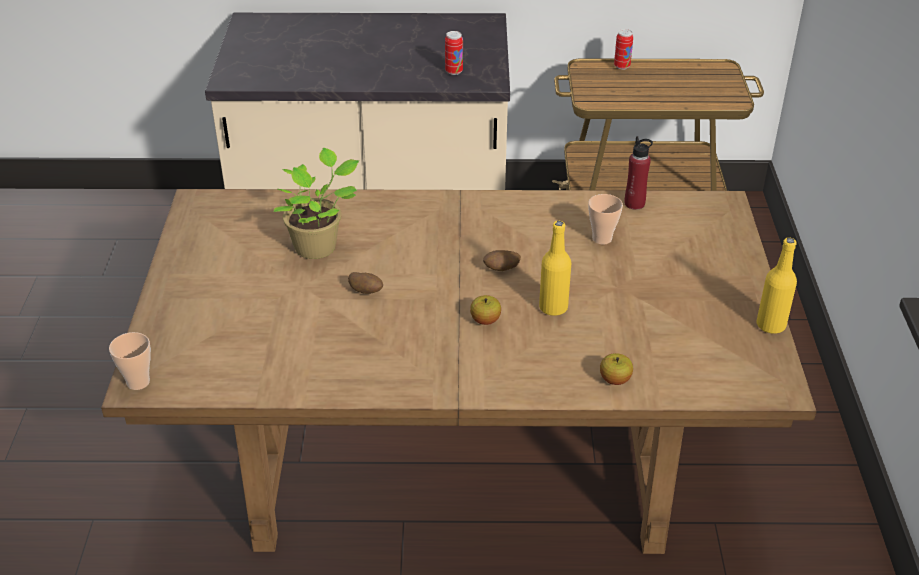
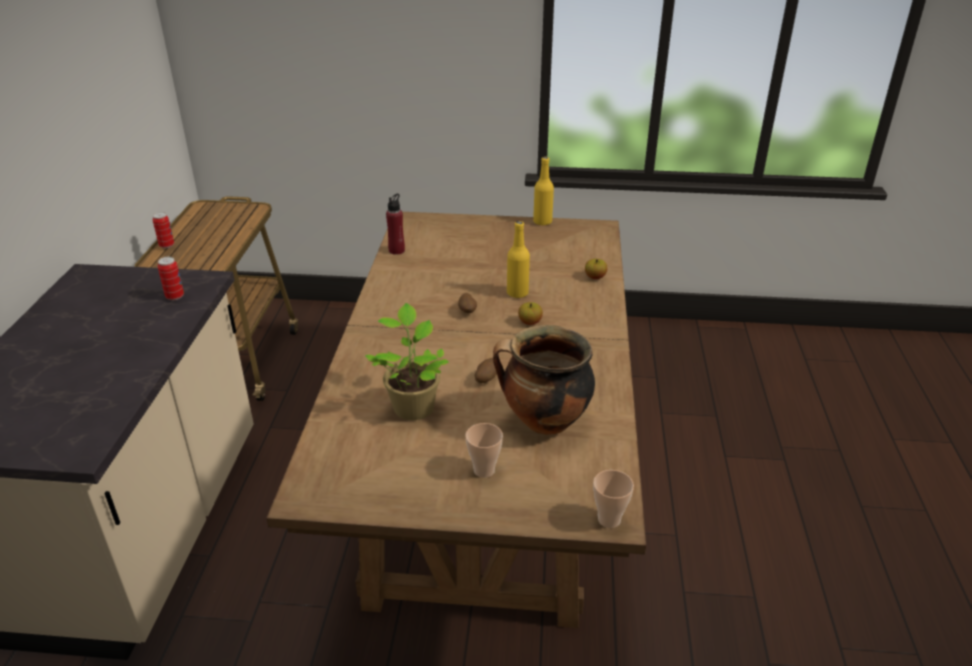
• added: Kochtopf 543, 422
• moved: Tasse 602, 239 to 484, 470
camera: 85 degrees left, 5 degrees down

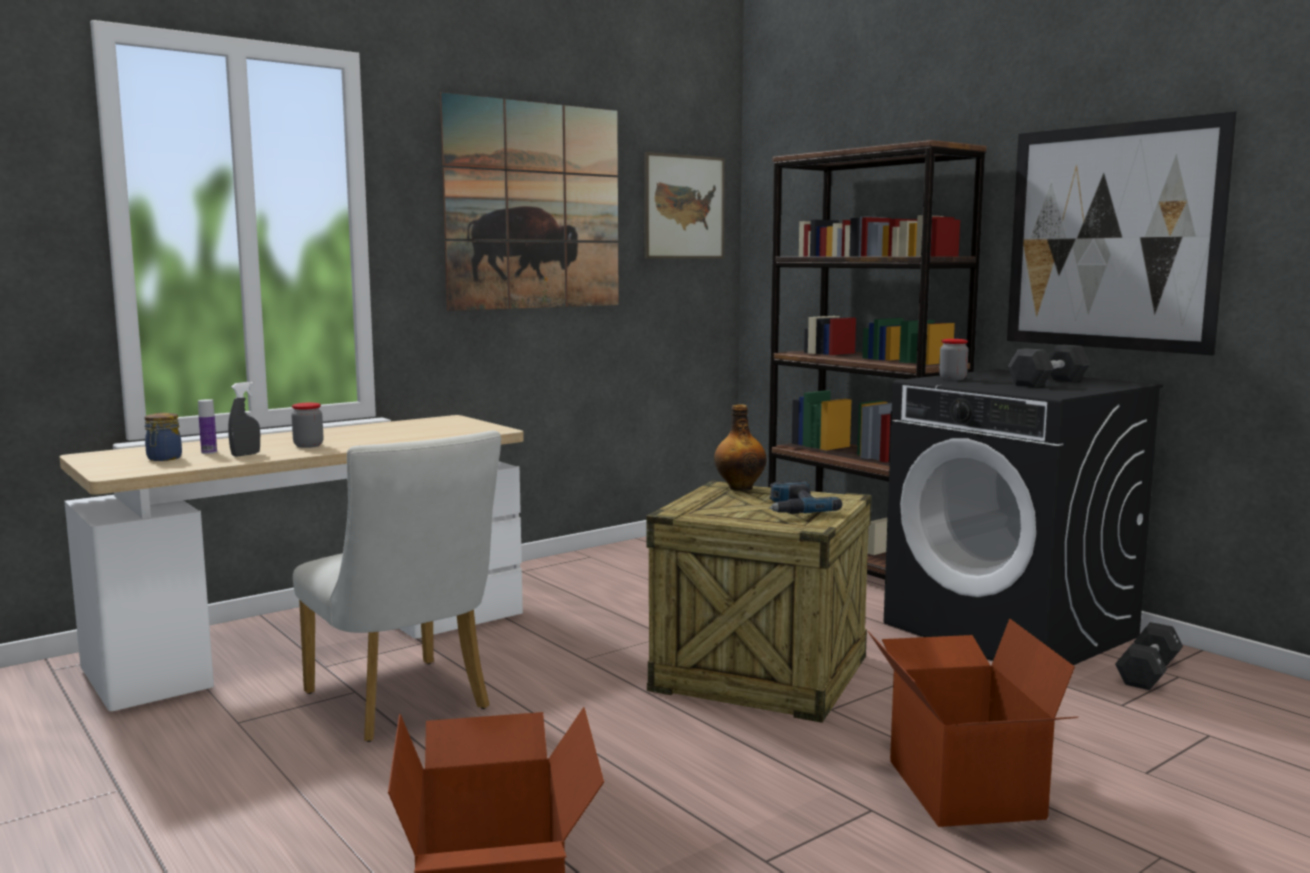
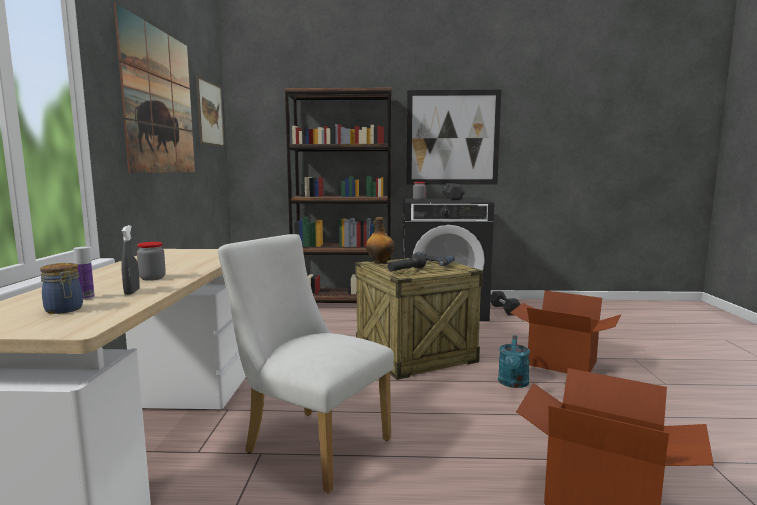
• added: Taschenlampe/schwarz 406, 270
• added: Gießkanne/türkis 513, 383
• turned: Stuhl/weiß 404, 705 = 309, 443 150 degrees counterclockwise
camera: 50 degrees left, 0 degrees up

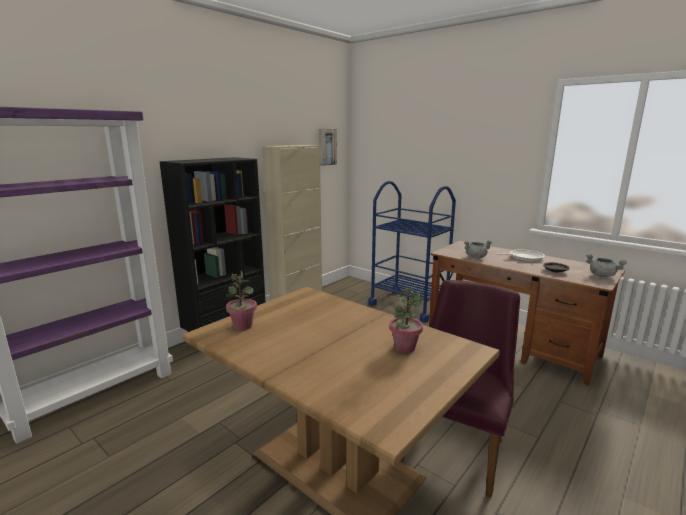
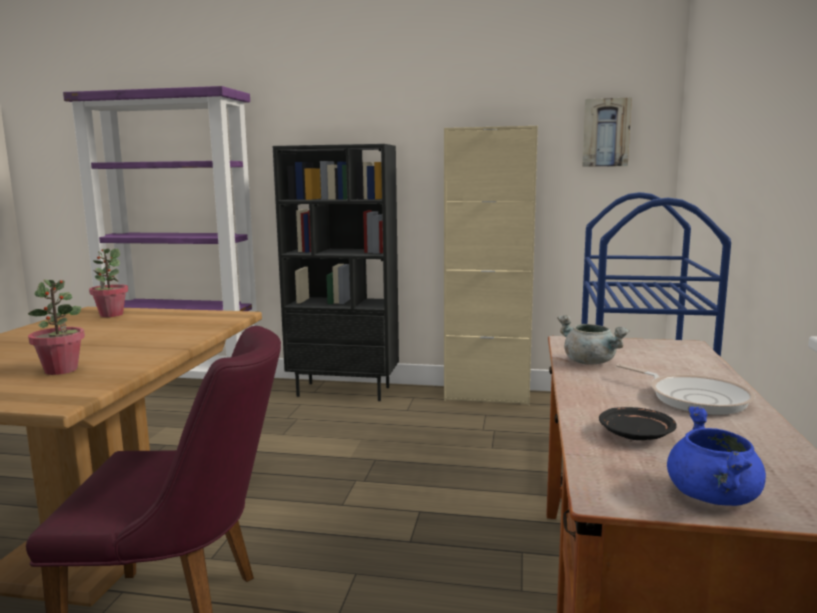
• recoloured: Kochtopf/grau 602, 276 to Kochtopf/blau 714, 498
camera: 60 degrees right, 5 degrees down

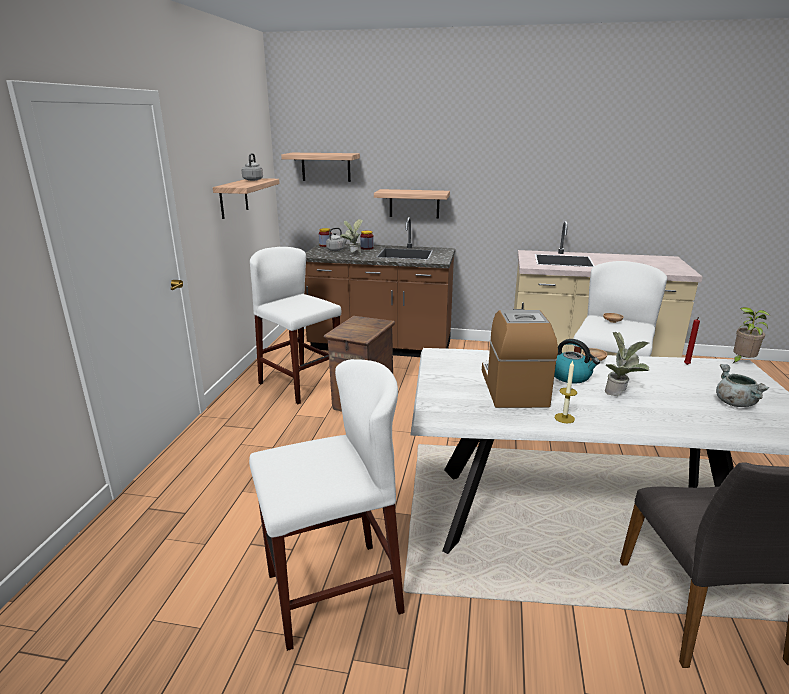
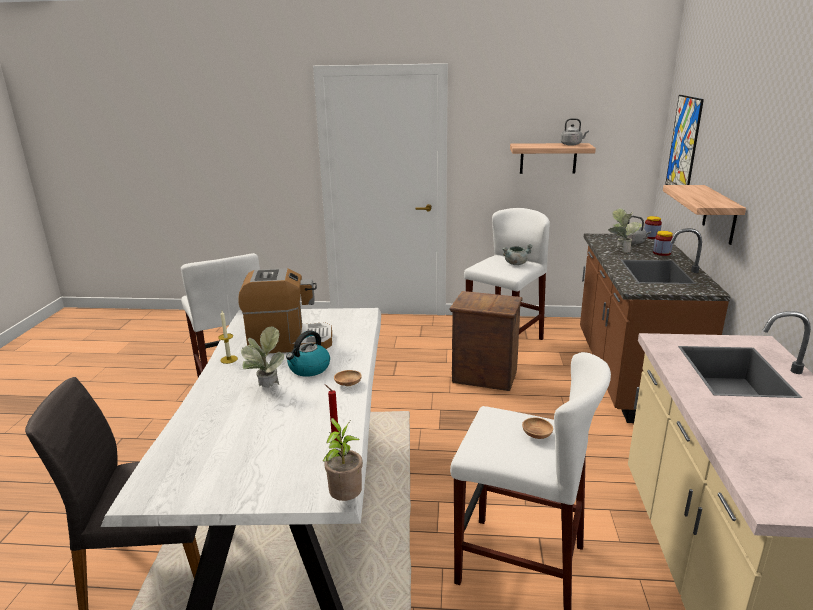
• moved: Kochtopf/grau 734, 403 to 516, 263
• replaced: Wandregal 326, 167 to Bild 683, 145
camera: 85 degrees right, 0 degrees up

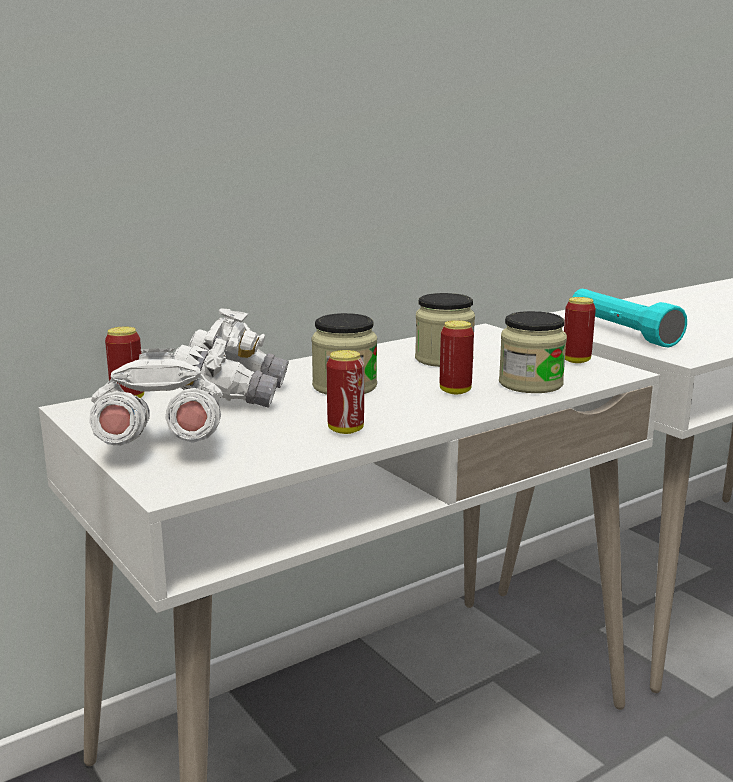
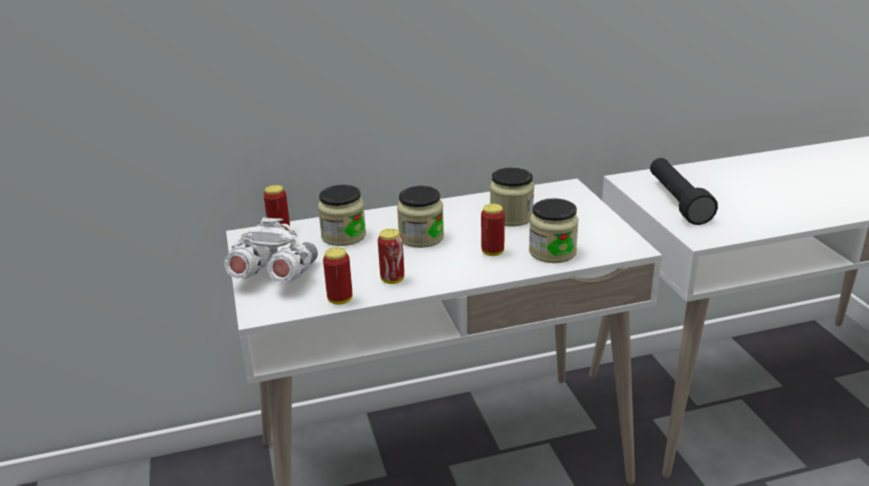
• moved: Dose 576, 360 to 340, 300
• replaced: Fernglas/weiß 231, 395 to Vorratsglas 343, 236
• recoloured: Taschenlampe/türkis 621, 332 to Taschenlampe/schwarz 677, 201
camera: 20 degrees right, 10 degrees up

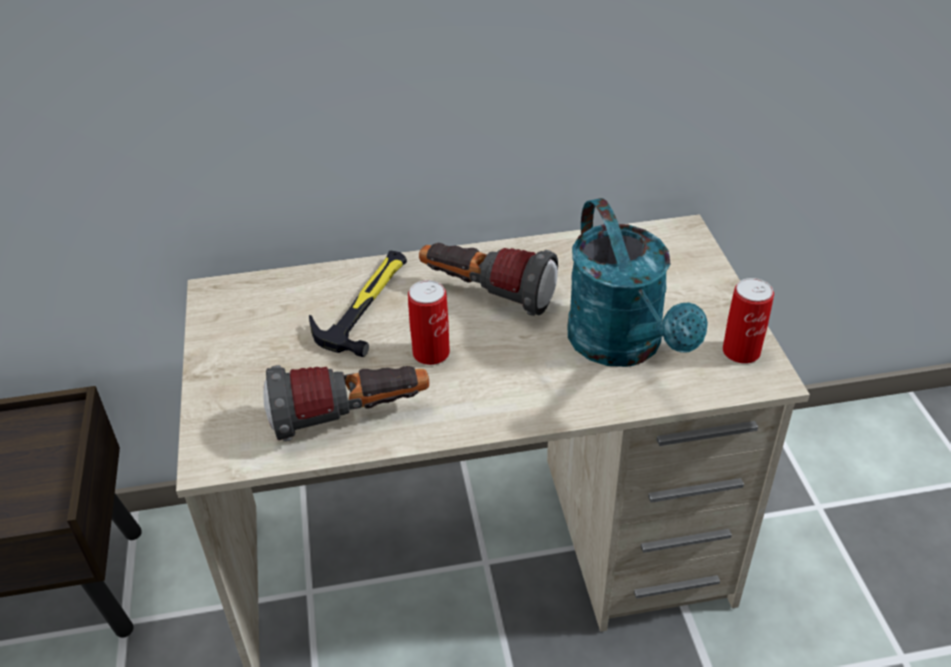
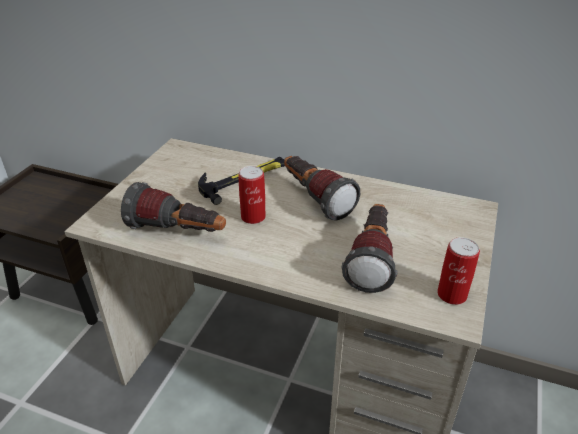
• replaced: Gießkanne/türkis 623, 347 to Taschenlampe 371, 259
camera: 30 degrees right, 5 degrees down

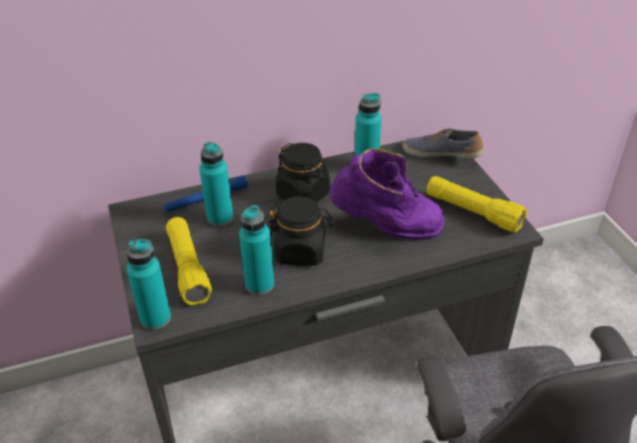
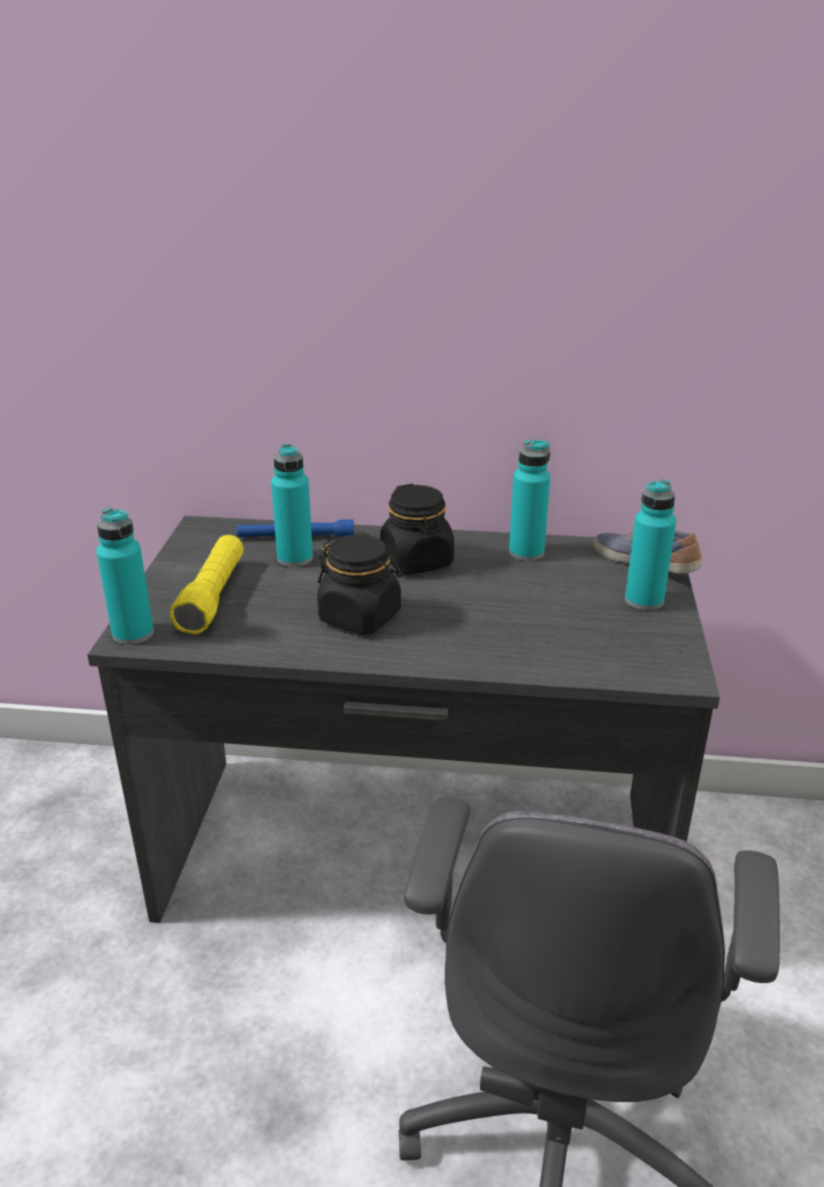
• removed: Stiefel/lila 386, 228
• removed: Taschenlampe/gelb 473, 212
• moved: Flasche/türkis 259, 284 to 644, 600
camera: 25 degrees right, 10 degrees down

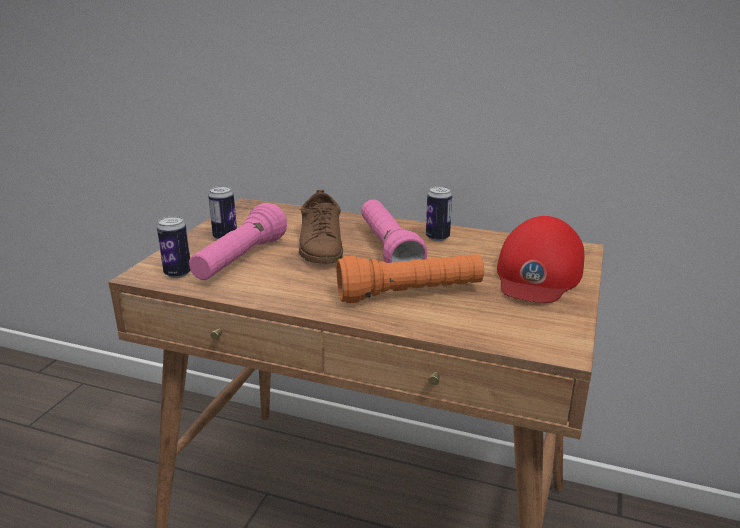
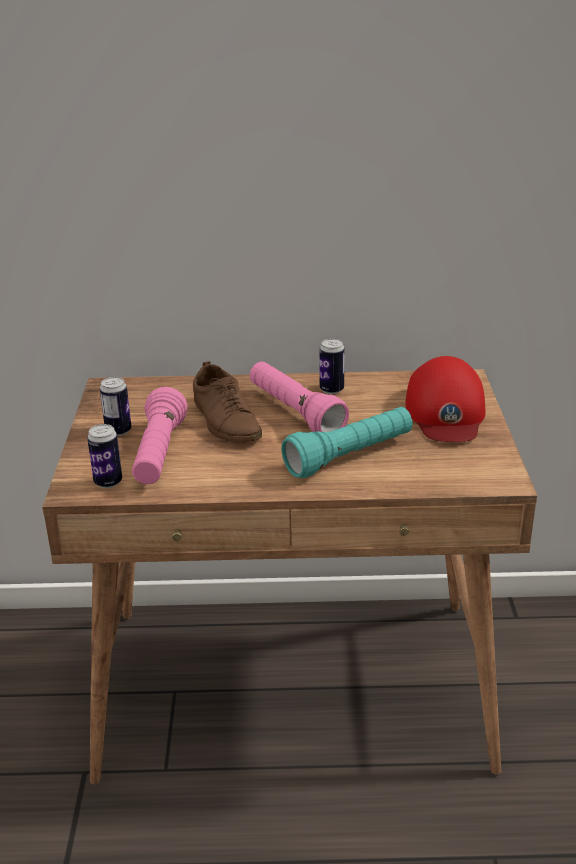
• recoloured: Taschenlampe/orange 410, 294 to Taschenlampe/türkis 349, 456
camera: 20 degrees left, 5 degrees up

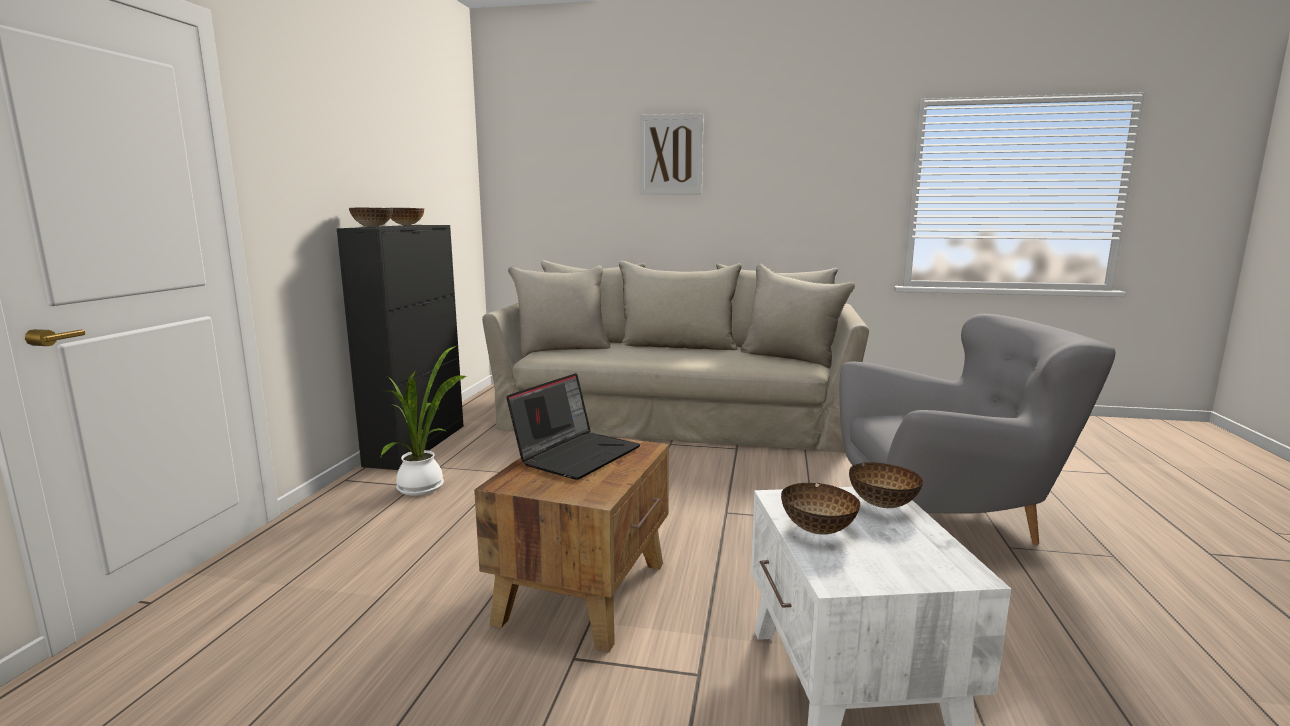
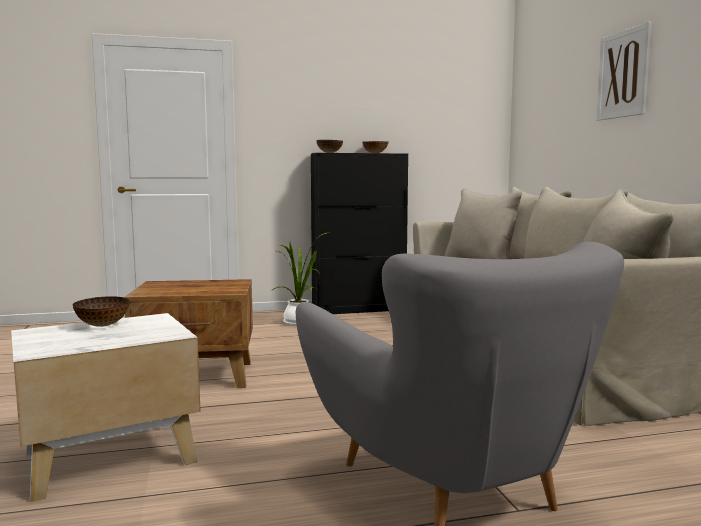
• removed: Laptop 577, 454
• removed: Schüssel 883, 505
camera: 65 degrees right, 5 degrees down

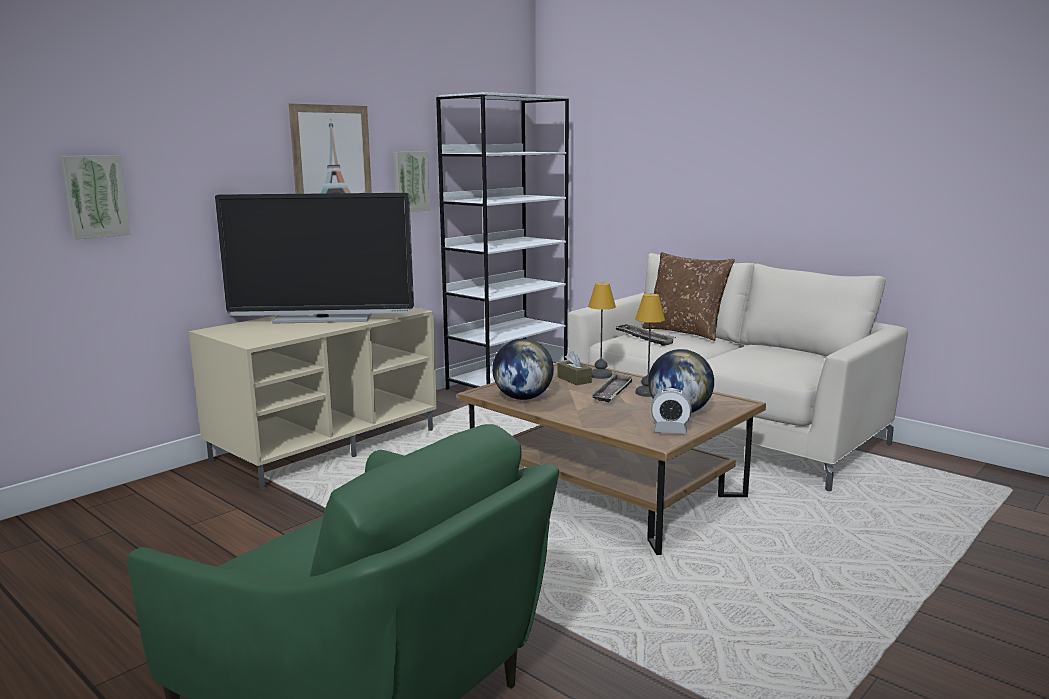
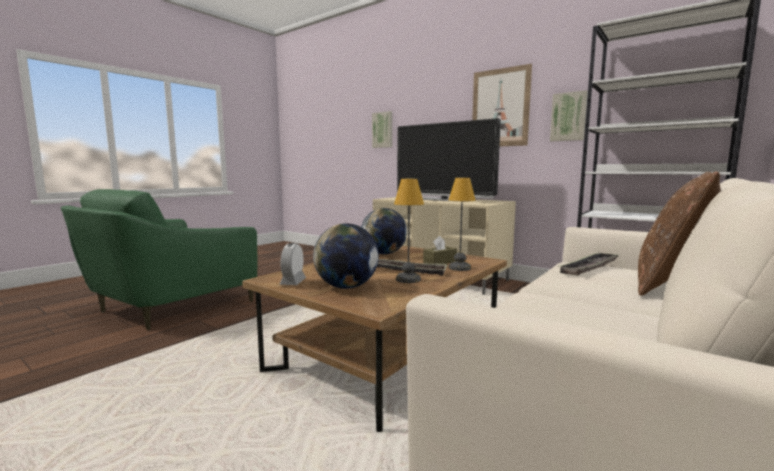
• turned: Fernseher 322, 319 = 444, 200 45 degrees counterclockwise
camera: 85 degrees right, 5 degrees down

